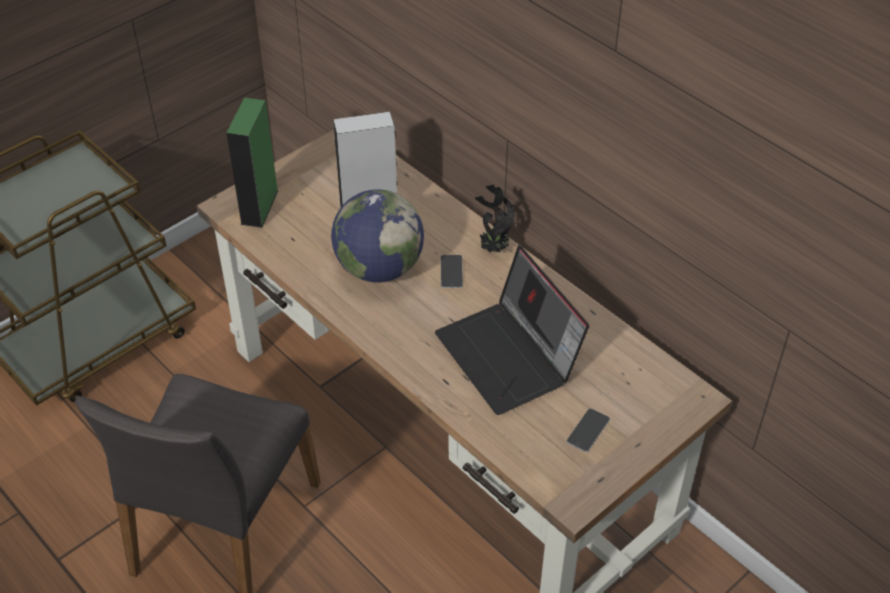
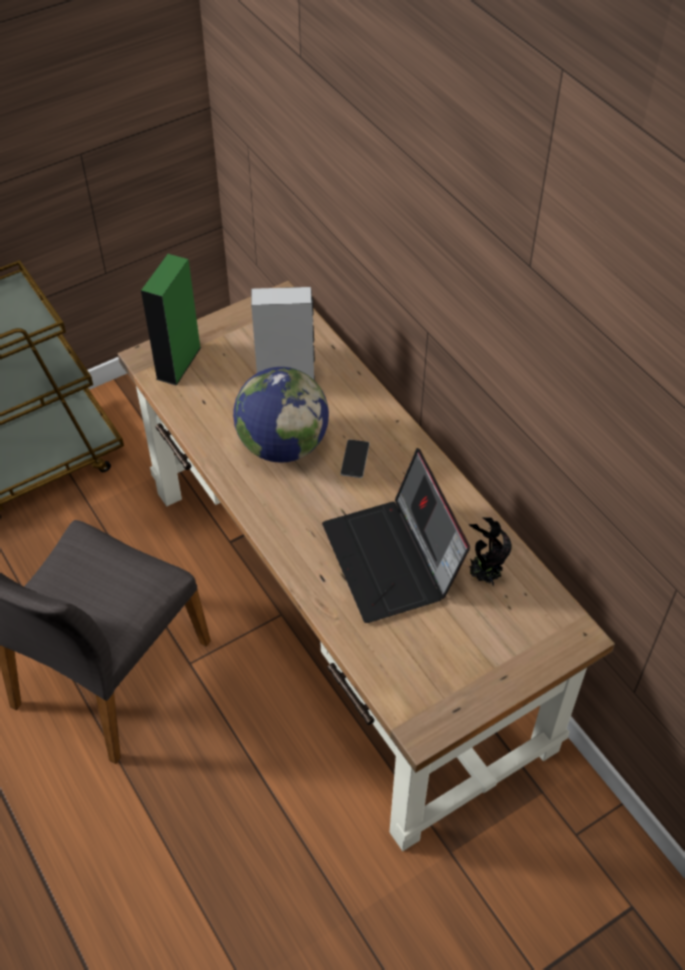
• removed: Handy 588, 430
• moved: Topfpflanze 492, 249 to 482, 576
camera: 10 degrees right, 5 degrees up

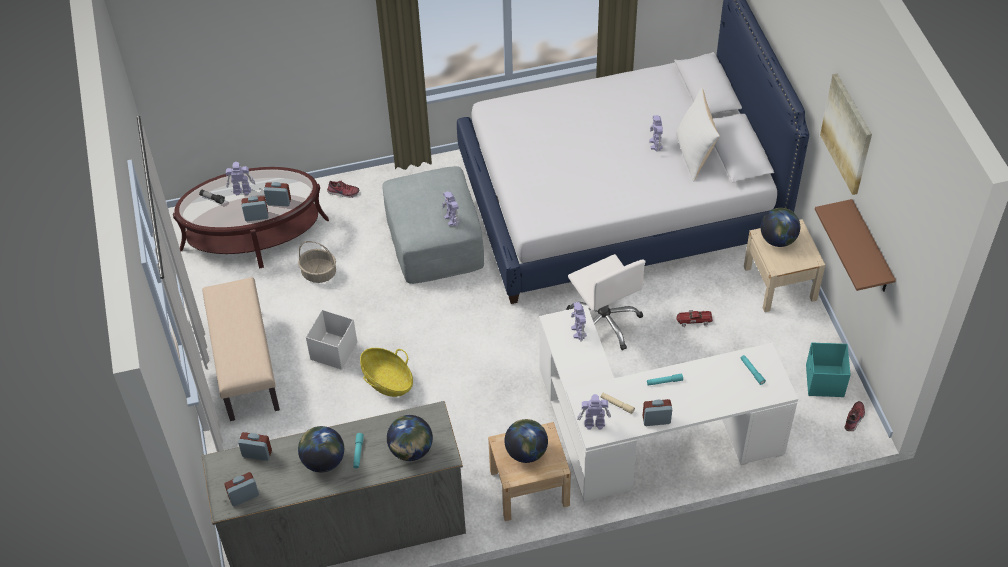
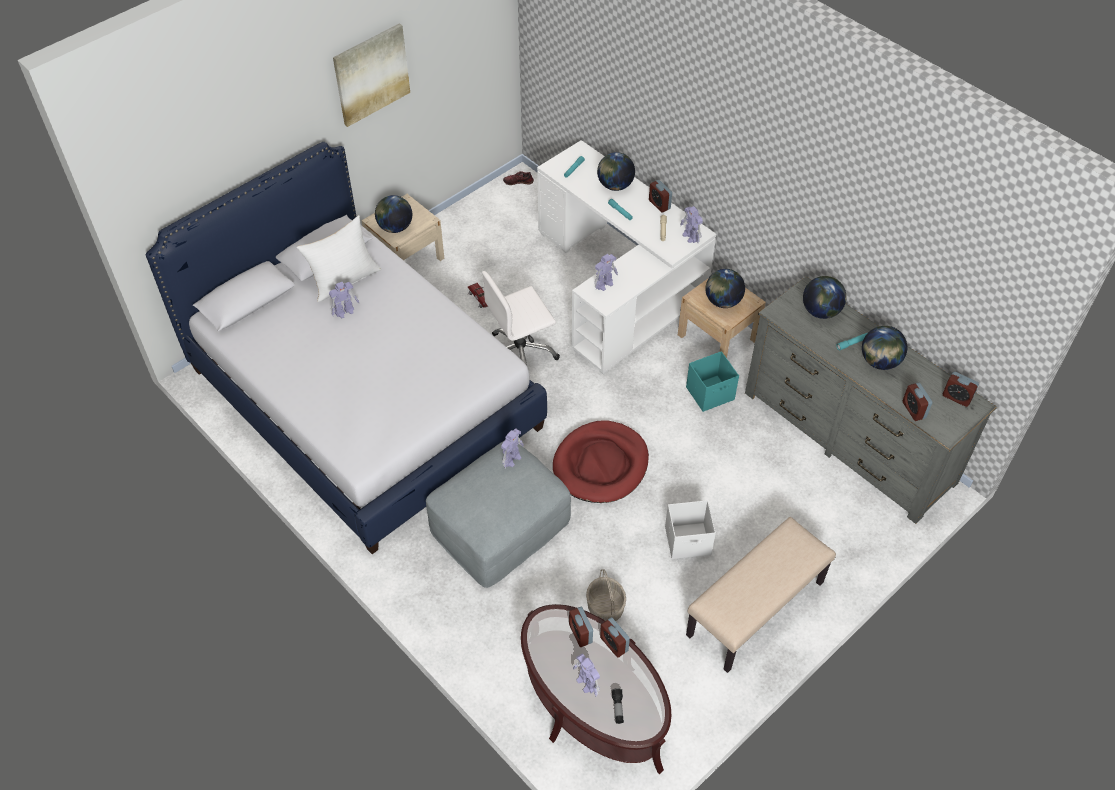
• removed: Schuh 343, 193
• removed: Korb 388, 381
• removed: Wandregal/braun 870, 249
• added: Hundebett/rot 601, 465
• added: Globus 615, 185
• moved: Aufbewahrungsbox/türkis 824, 382 to 710, 393
• turned: Bürostuhl/weiß 604, 322 = 520, 354 150 degrees counterclockwise
camera: 120 degrees left, 0 degrees up

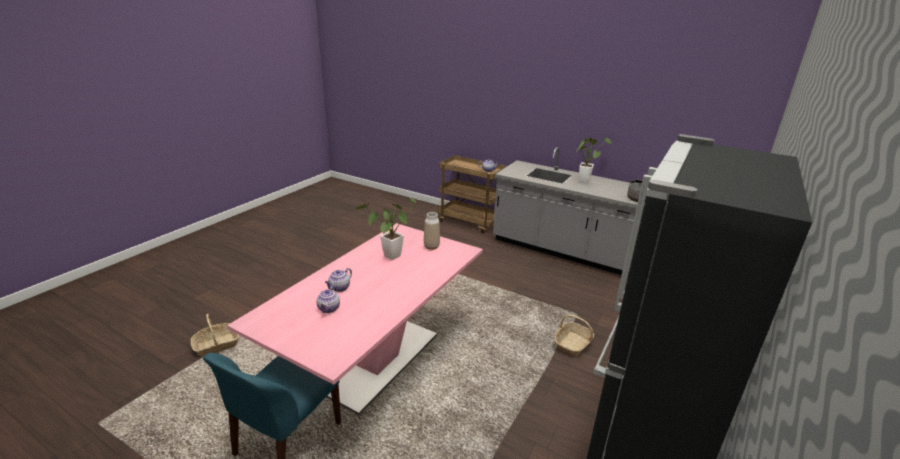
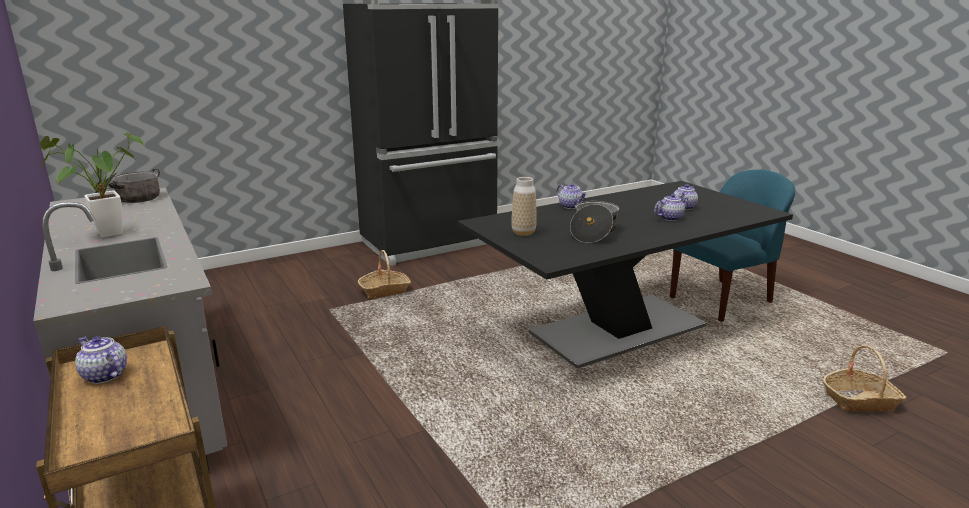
• added: Teekanne 571, 206
• replaced: Topfpflanze 389, 257 to Kochtopf 593, 232
• recoloured: Esstisch/rosa 377, 360 to Esstisch/schwarz 618, 330
camera: 150 degrees left, 5 degrees down

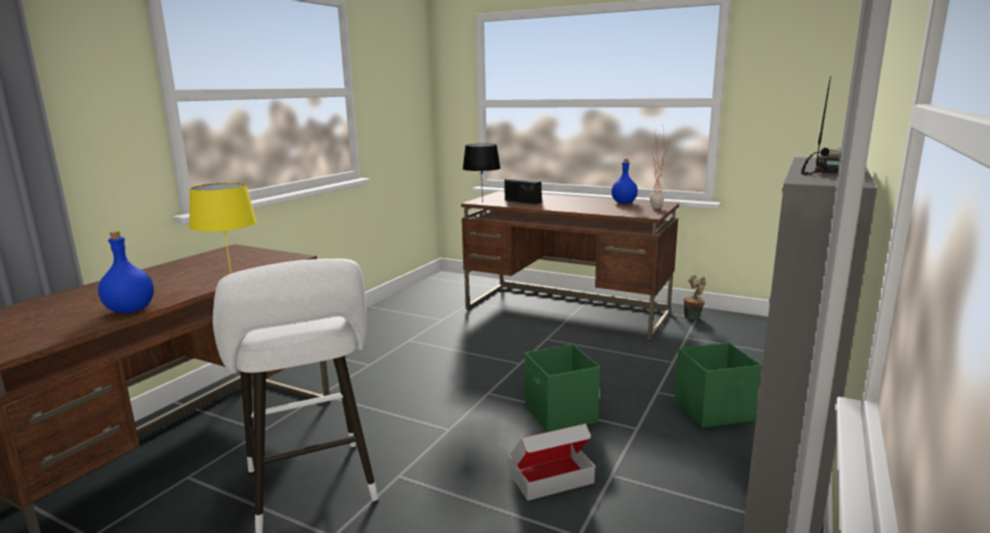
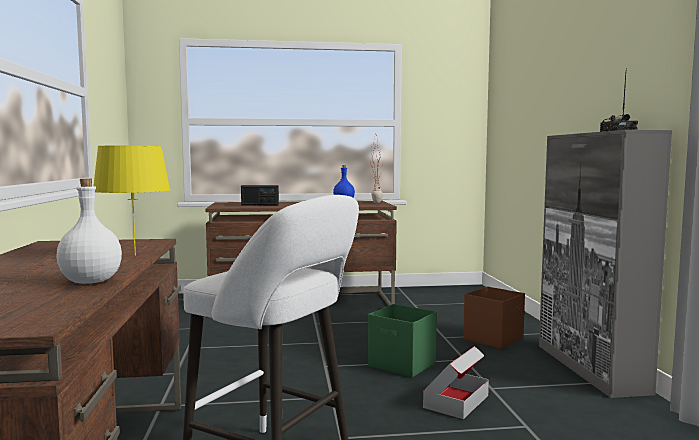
• removed: Tischlampe/schwarz 482, 202
• removed: Topfpflanze 693, 317
• recoloured: Flasche/blau 129, 310 to Flasche/weiß 90, 282
• recoloured: Aufbewahrungsbox/grün 714, 411 to Aufbewahrungsbox/braun 494, 339
camera: 35 degrees left, 10 degrees down

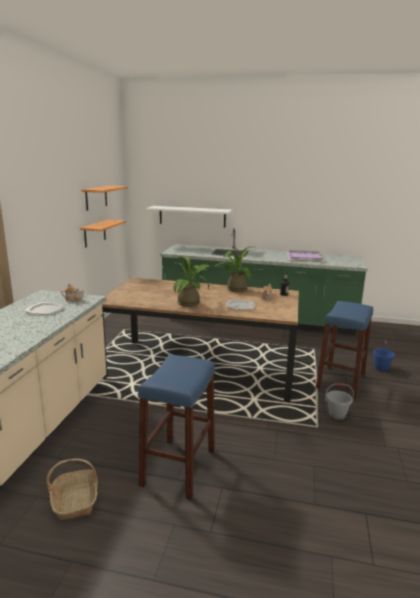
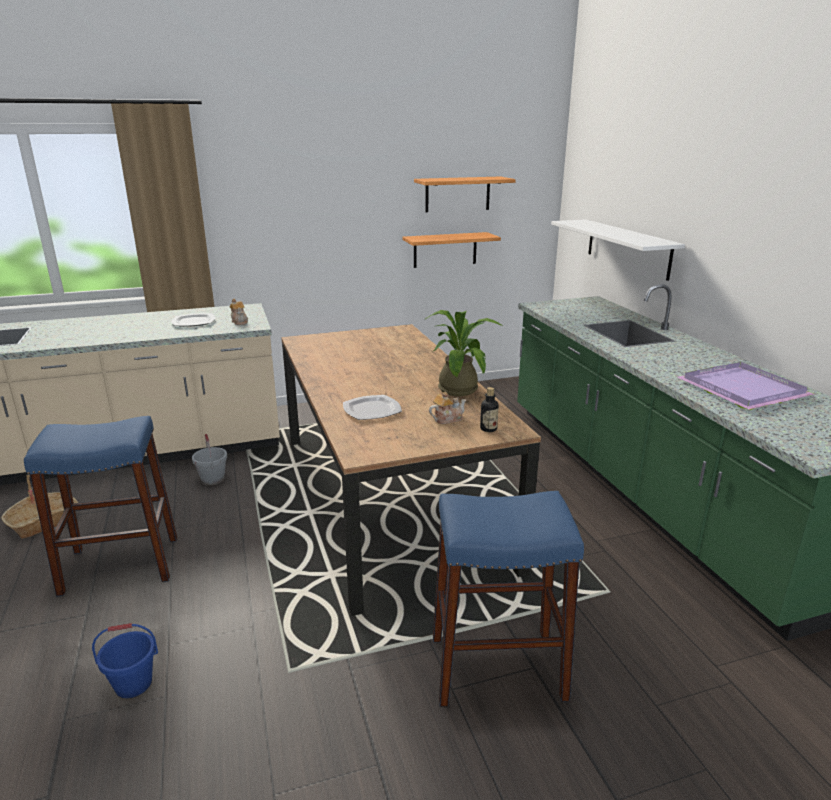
• removed: Topfpflanze 191, 303
• moved: Eimer/grau 337, 415 to 213, 479
• moved: Eimer/blau 381, 368 to 133, 684
camera: 60 degrees right, 5 degrees up

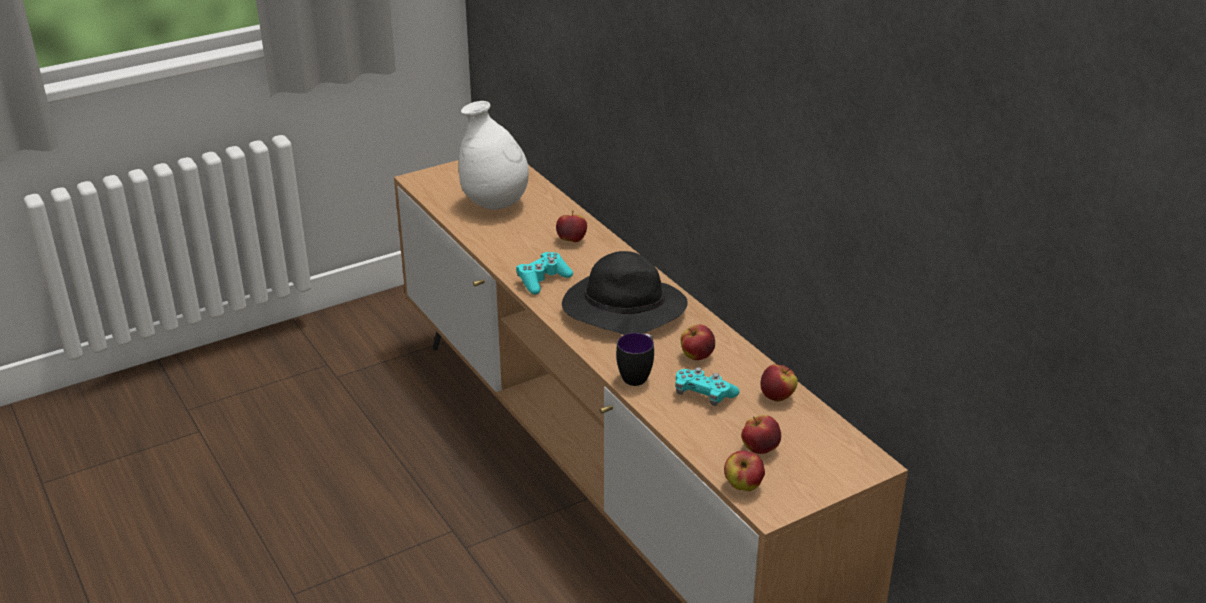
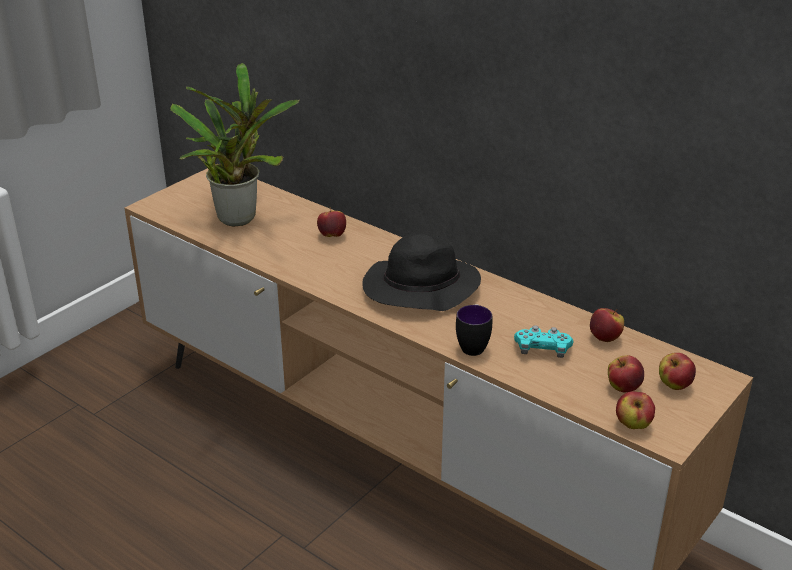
• removed: Gamepad/türkis 543, 280
• moved: Apfel 697, 356 to 674, 385
• replaced: Vase/weiß 495, 204 to Topfpflanze 239, 216
camera: 20 degrees left, 0 degrees up

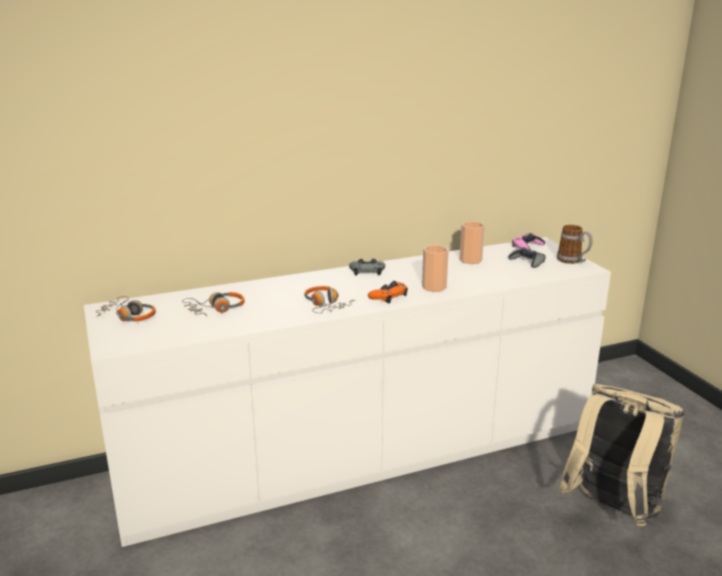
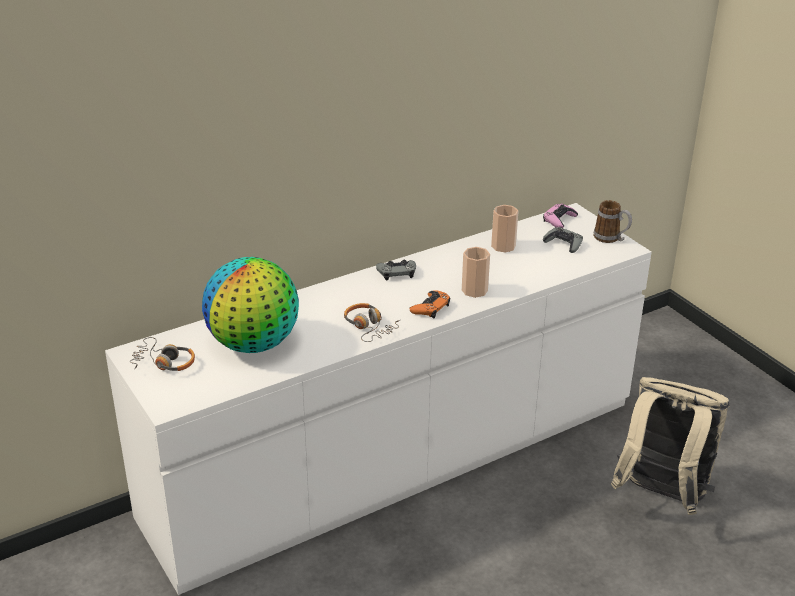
• replaced: Kopfhörer 215, 309 to Globus 254, 344
camera: 10 degrees left, 10 degrees up

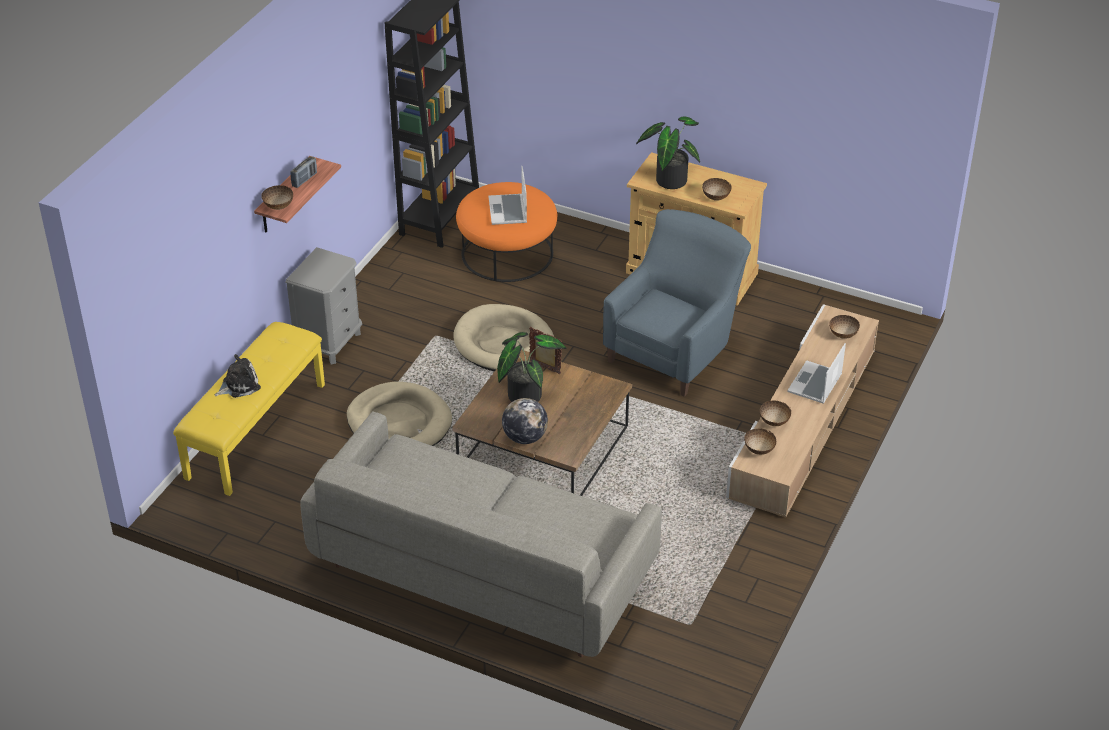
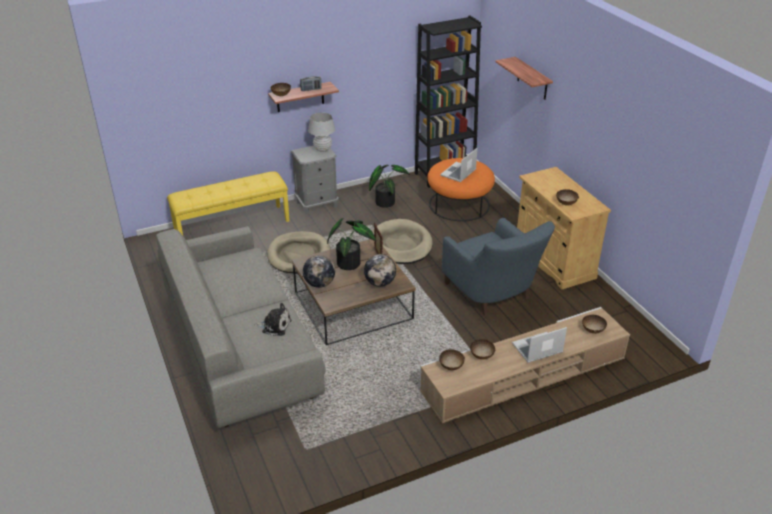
• added: Tischlampe/weiß 322, 149
• added: Globus 380, 283
• added: Wandregal 532, 79
• moved: Plüschtier 239, 385 to 275, 326
• moved: Topfpflanze 669, 178 to 385, 201
• turned: Sessel/blau 675, 349 = 493, 294 75 degrees clockwise
camera: 40 degrees right, 5 degrees down

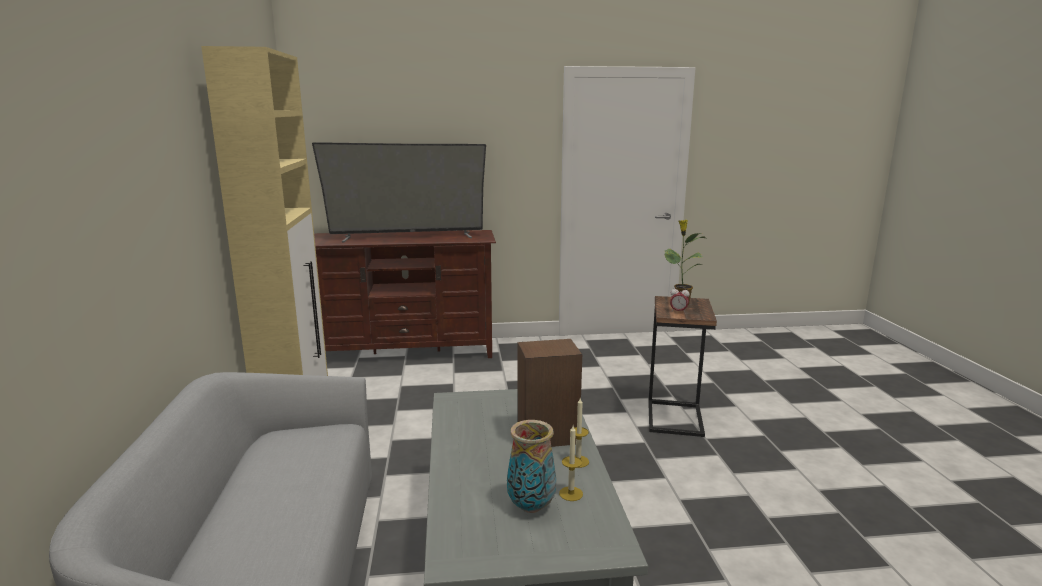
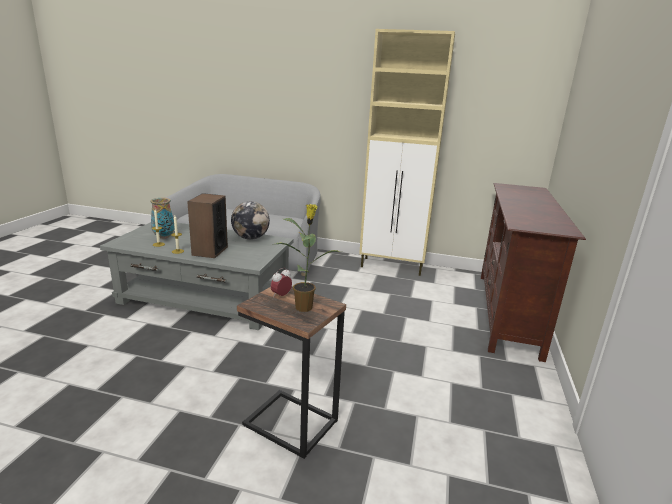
• removed: Fernseher 407, 237
• added: Globus 250, 238
camera: 110 degrees right, 5 degrees up

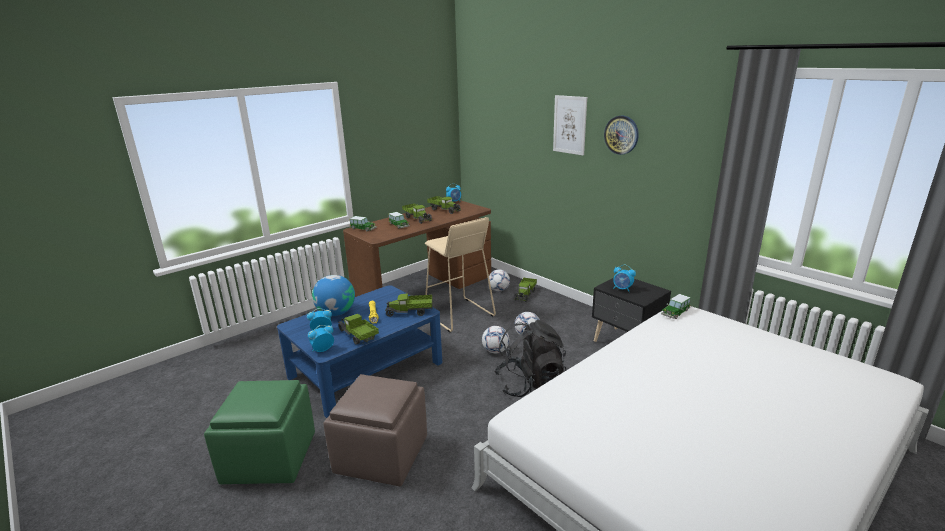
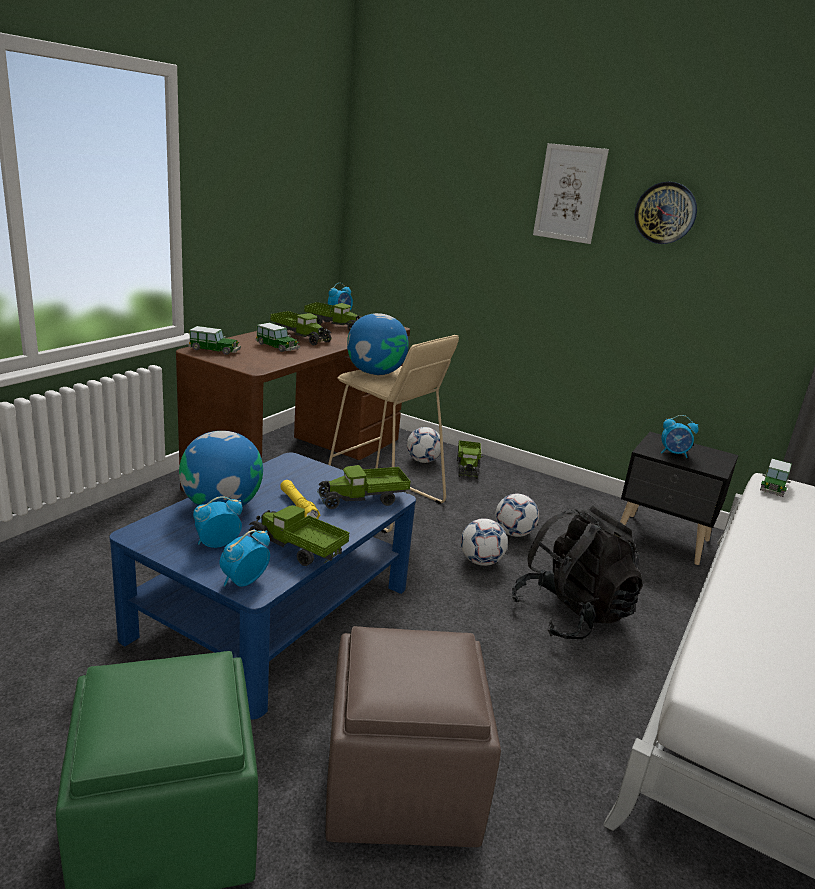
• added: Globus 375, 373
camera: 20 degrees left, 0 degrees up

